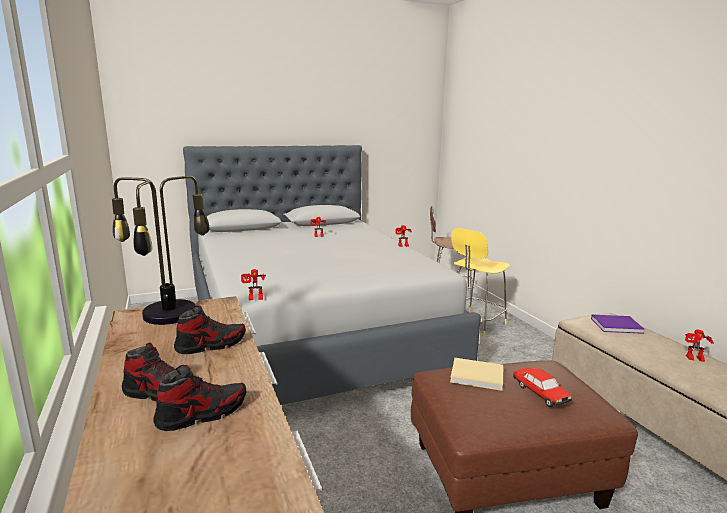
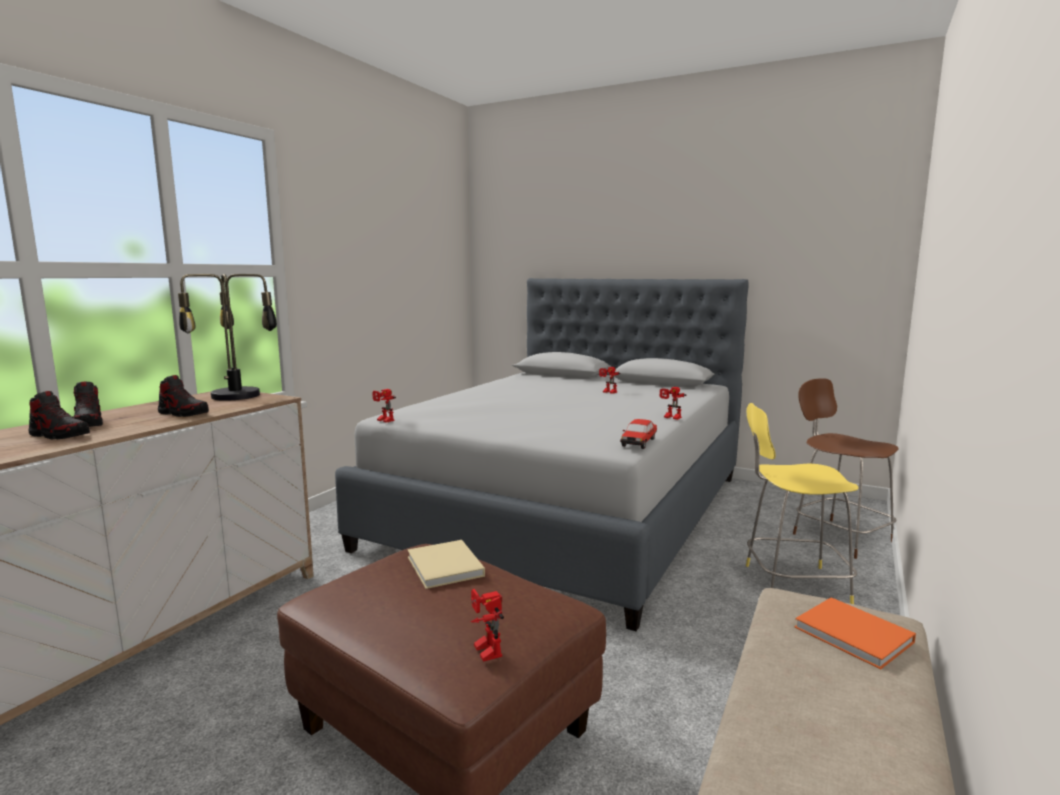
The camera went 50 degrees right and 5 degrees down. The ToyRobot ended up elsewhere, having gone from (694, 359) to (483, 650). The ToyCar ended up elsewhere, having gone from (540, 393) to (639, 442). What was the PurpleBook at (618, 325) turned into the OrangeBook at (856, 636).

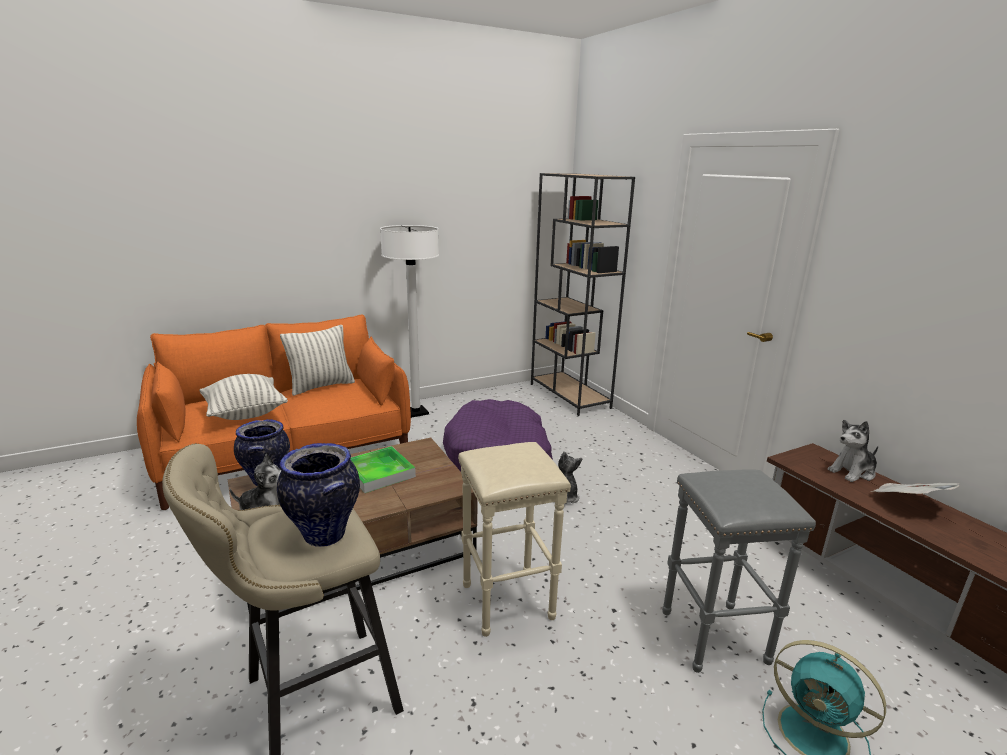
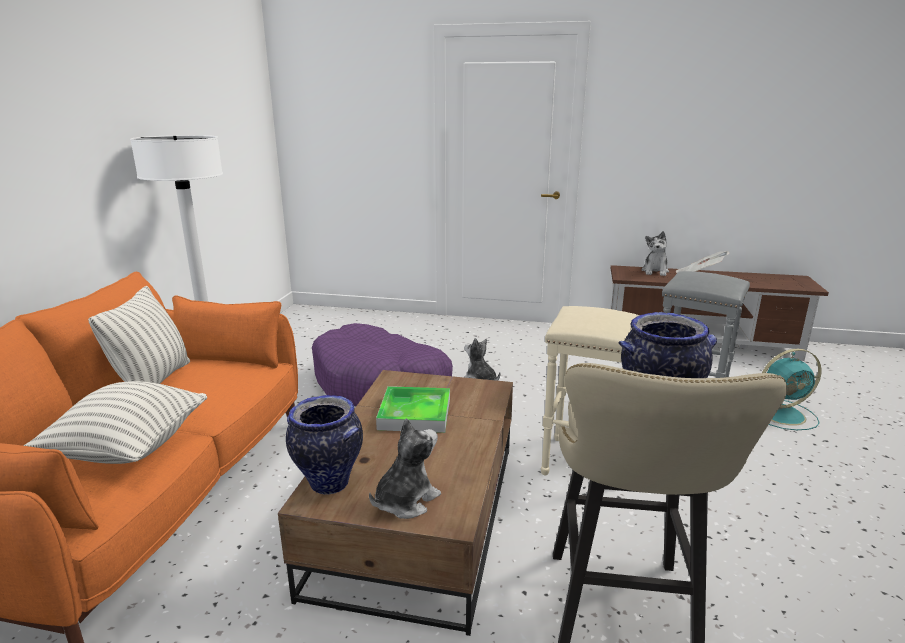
The camera went 50 degrees left and 0 degrees up. The second view lost the Bookcase at (570, 396).

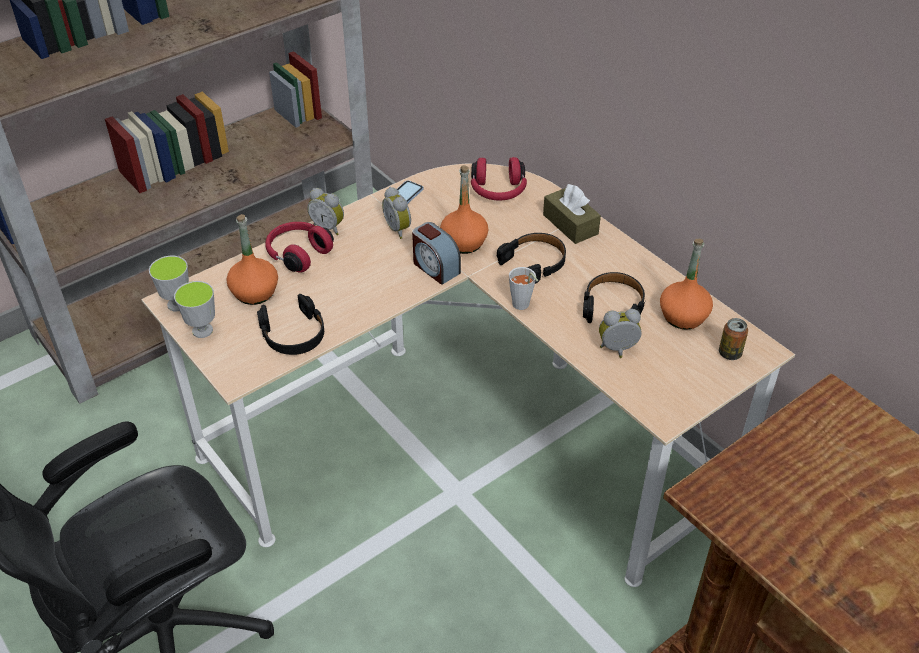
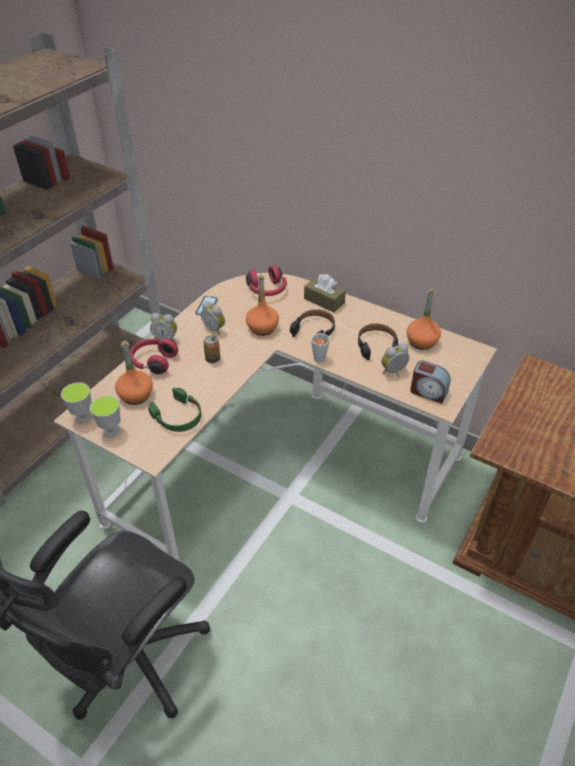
The camera went 20 degrees left and 0 degrees up. What was the BlackHeadphones at (293, 334) turned into the GreenHeadphones at (178, 416). The Can ended up elsewhere, having gone from (729, 353) to (212, 359). The AlarmClock ended up elsewhere, having gone from (435, 267) to (428, 392).

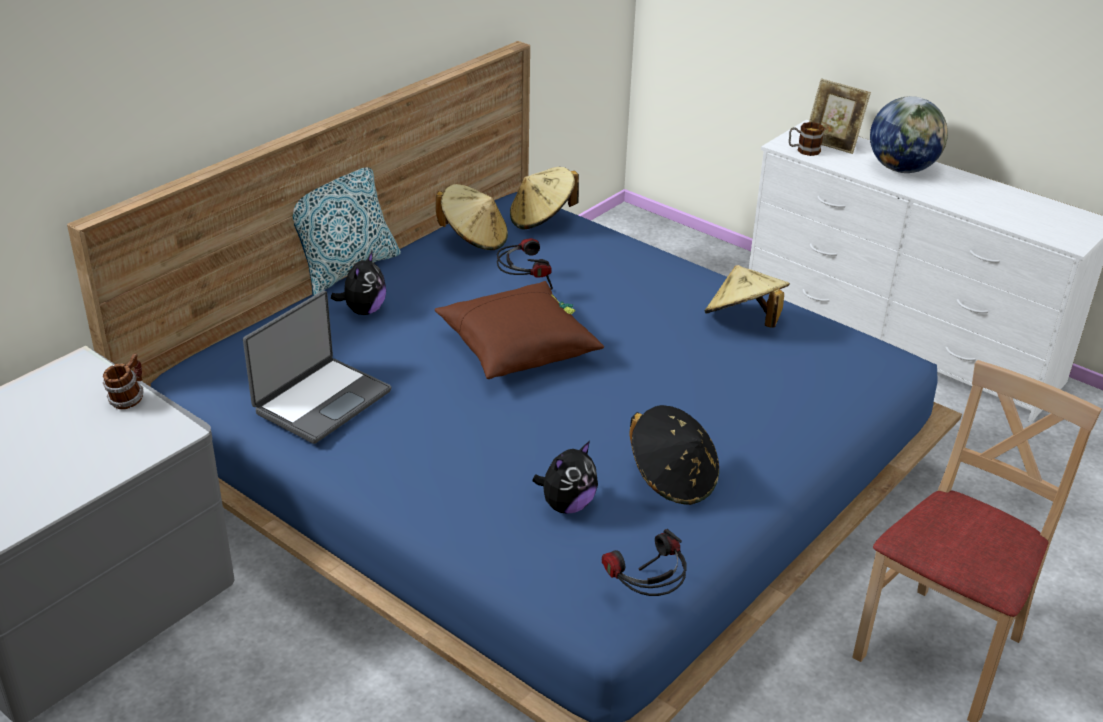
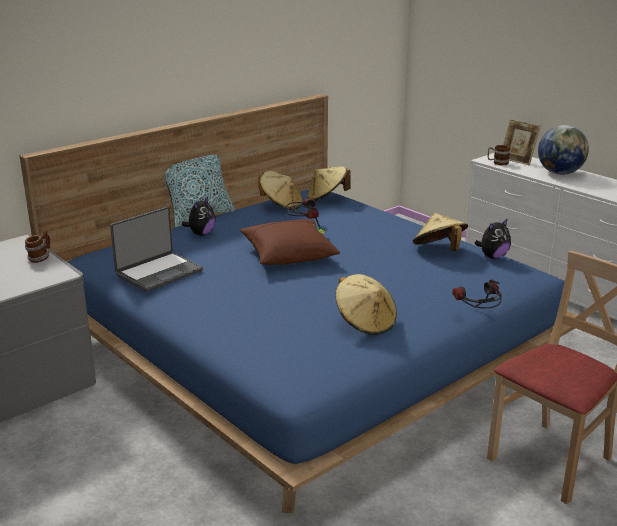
The camera went 10 degrees right and 10 degrees down. What was the BlackHat at (672, 480) turned into the BeigeHat at (365, 323). The Headphones ended up elsewhere, having gone from (646, 596) to (477, 317). The PlushToy ended up elsewhere, having gone from (567, 505) to (493, 256).

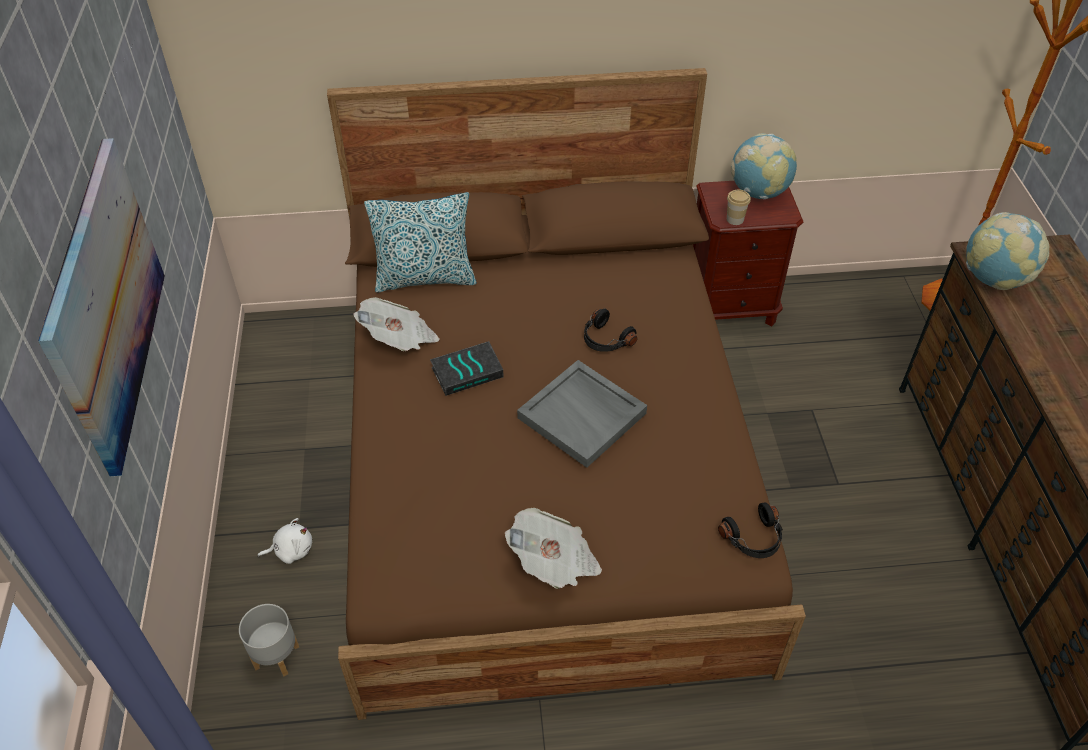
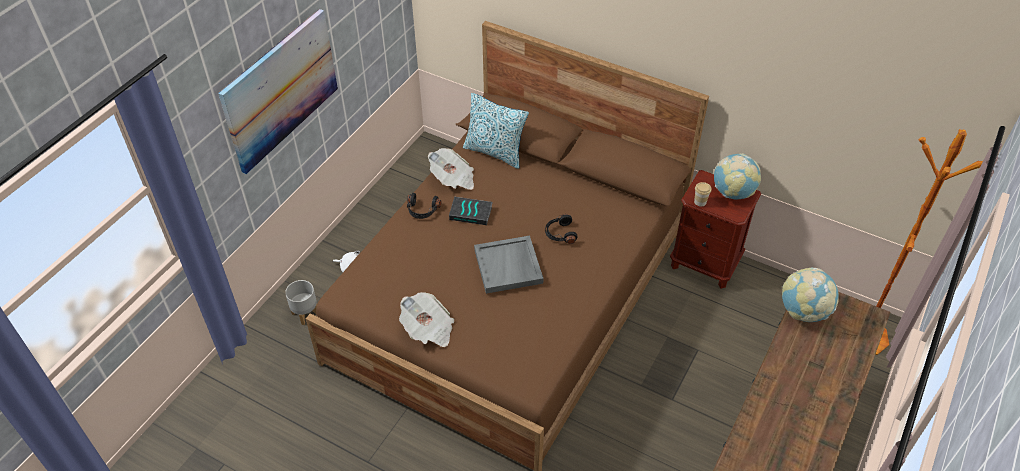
The camera went 35 degrees right and 0 degrees up. The BlackHeadphones ended up elsewhere, having gone from (754, 539) to (422, 211).

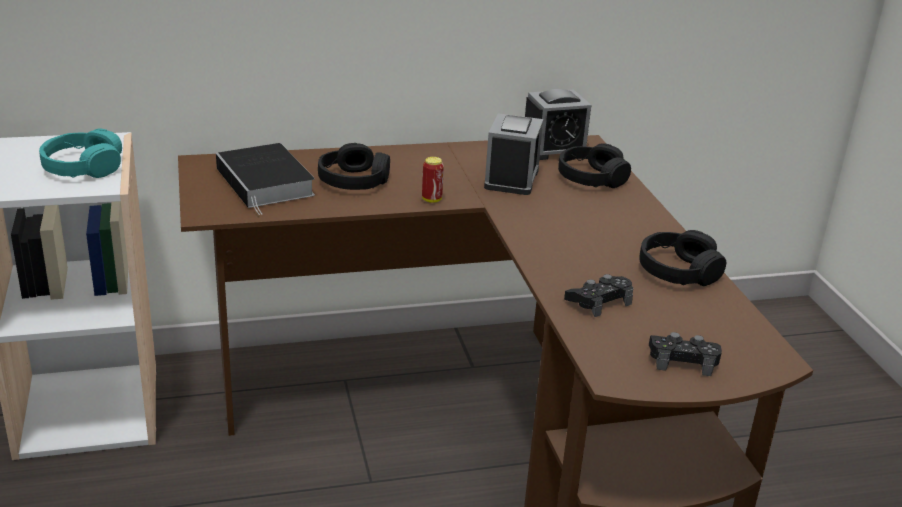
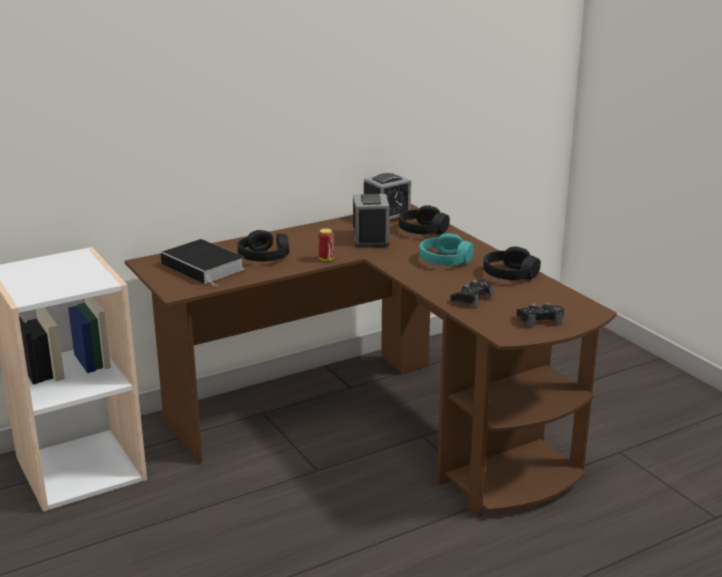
The camera went 15 degrees left and 5 degrees down. The TurquoiseHeadphones ended up elsewhere, having gone from (82, 167) to (445, 260).

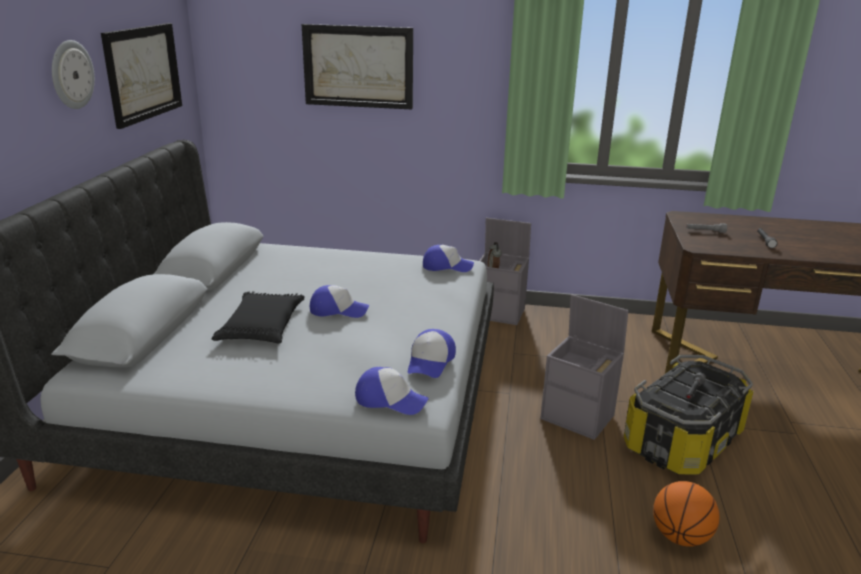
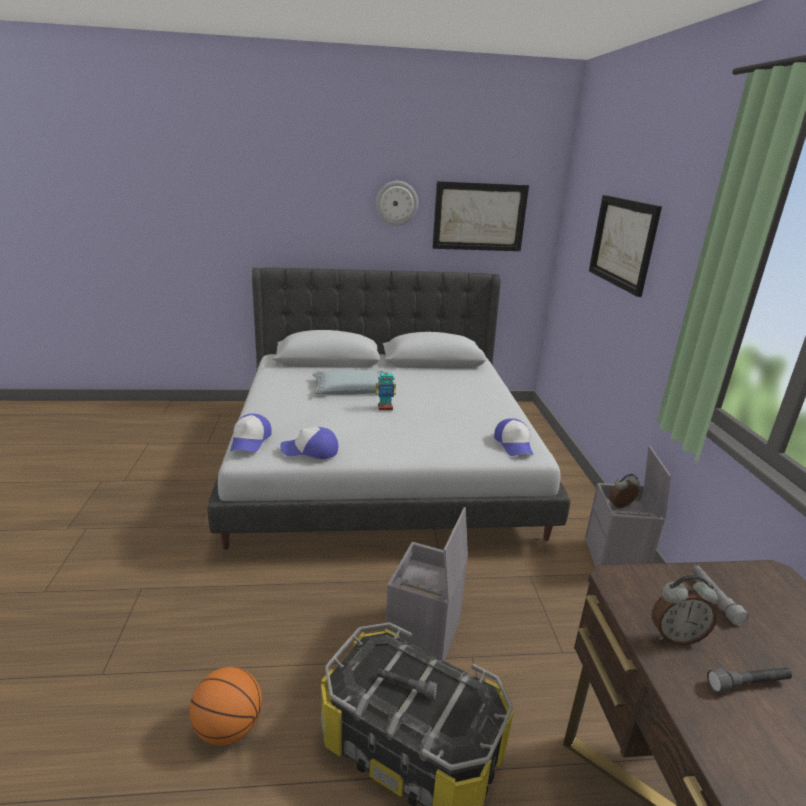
The camera went 75 degrees right and 0 degrees up. What was the BlackPillow at (262, 324) turned into the BluePillow at (351, 388). Where the Cap stood at (338, 310), the ToyRobot came to stand at (385, 408). The second view gained the AlarmClock at (675, 636).

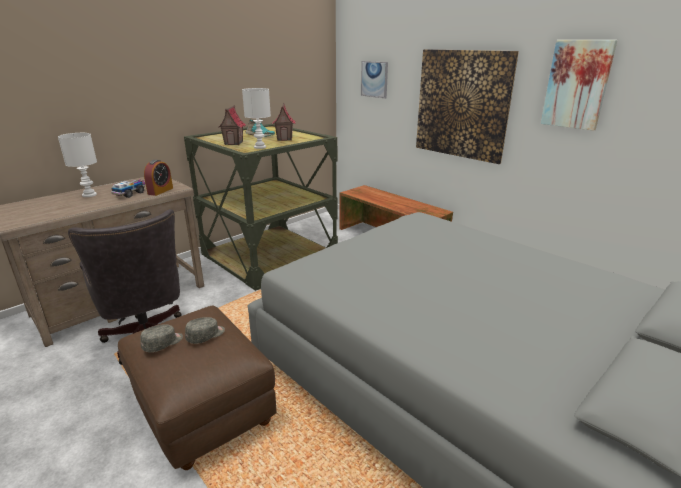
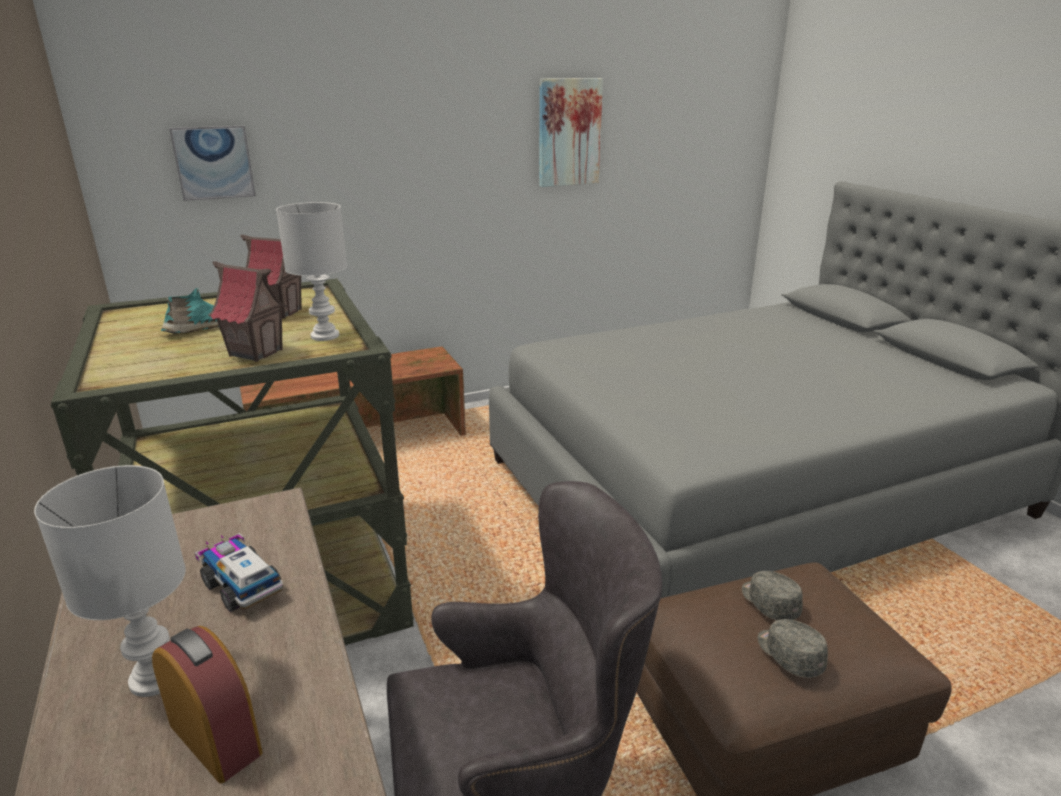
The camera went 70 degrees left and 0 degrees up. The AlarmClock ended up elsewhere, having gone from (160, 191) to (215, 738). The second view lost the Picture at (462, 105).

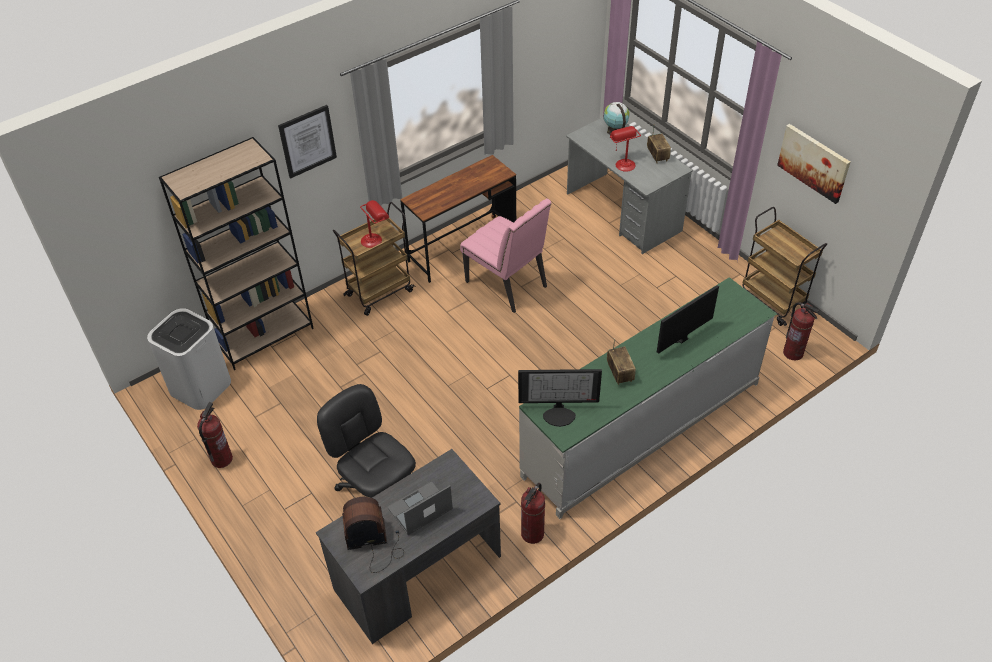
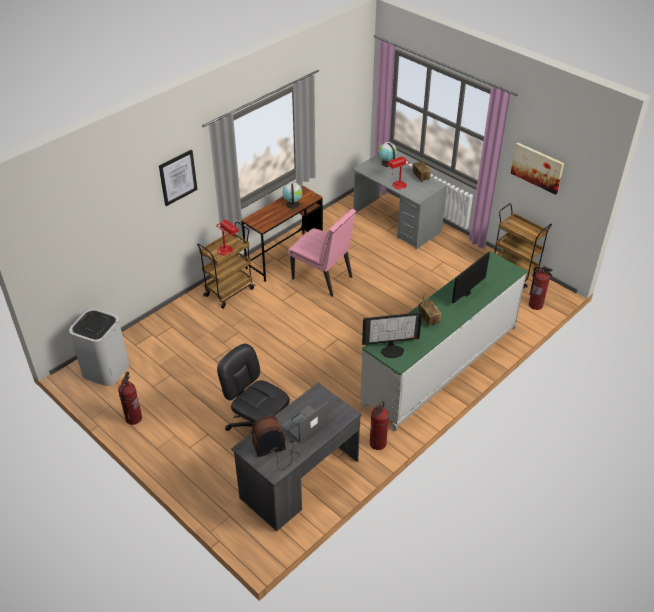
The camera went 10 degrees left and 5 degrees down. The second view gained the Globe at (292, 204). The second view lost the BeigeBookcase at (265, 336).

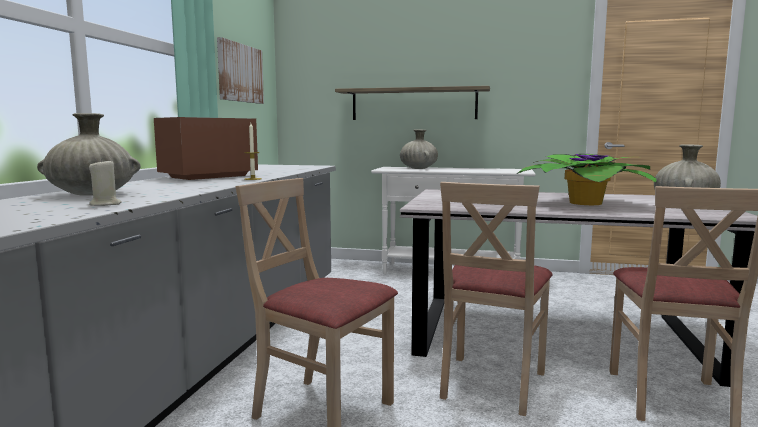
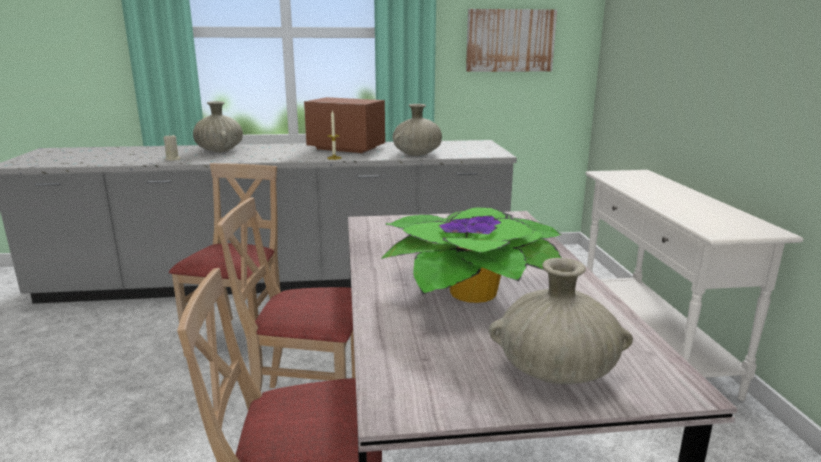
The camera went 70 degrees right and 10 degrees up. The BeigeVase ended up elsewhere, having gone from (418, 168) to (417, 154). The second view lost the Shelf at (413, 104).

